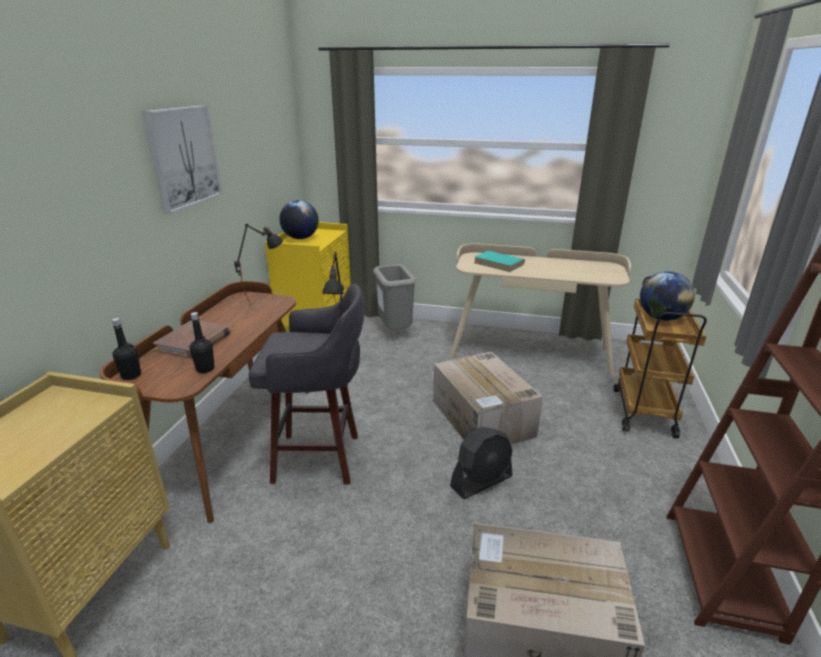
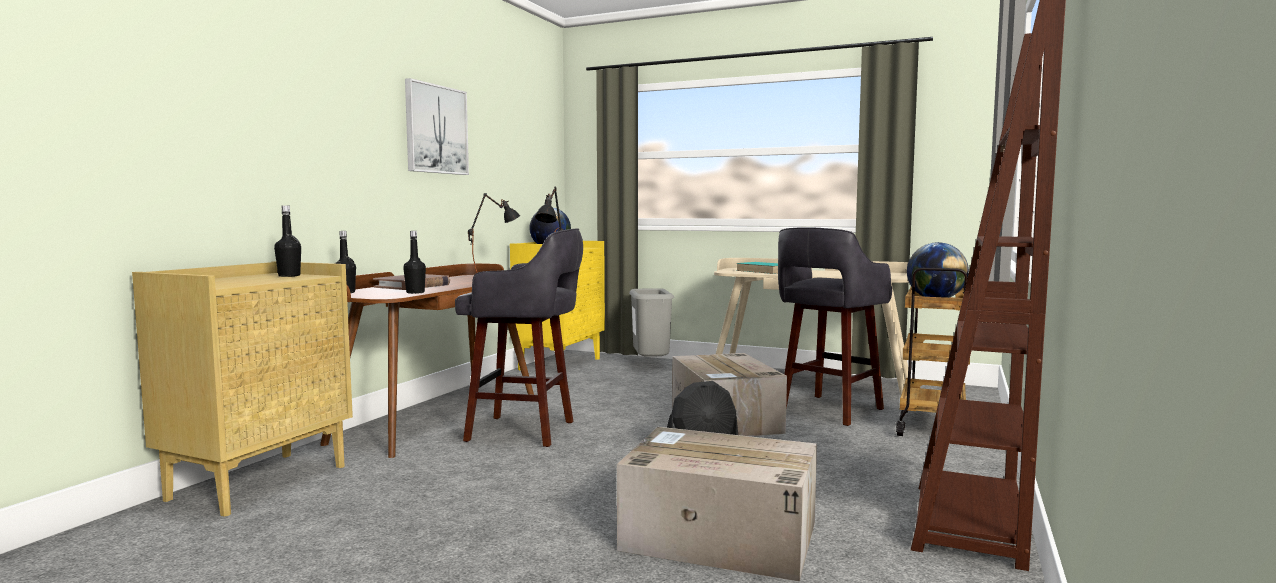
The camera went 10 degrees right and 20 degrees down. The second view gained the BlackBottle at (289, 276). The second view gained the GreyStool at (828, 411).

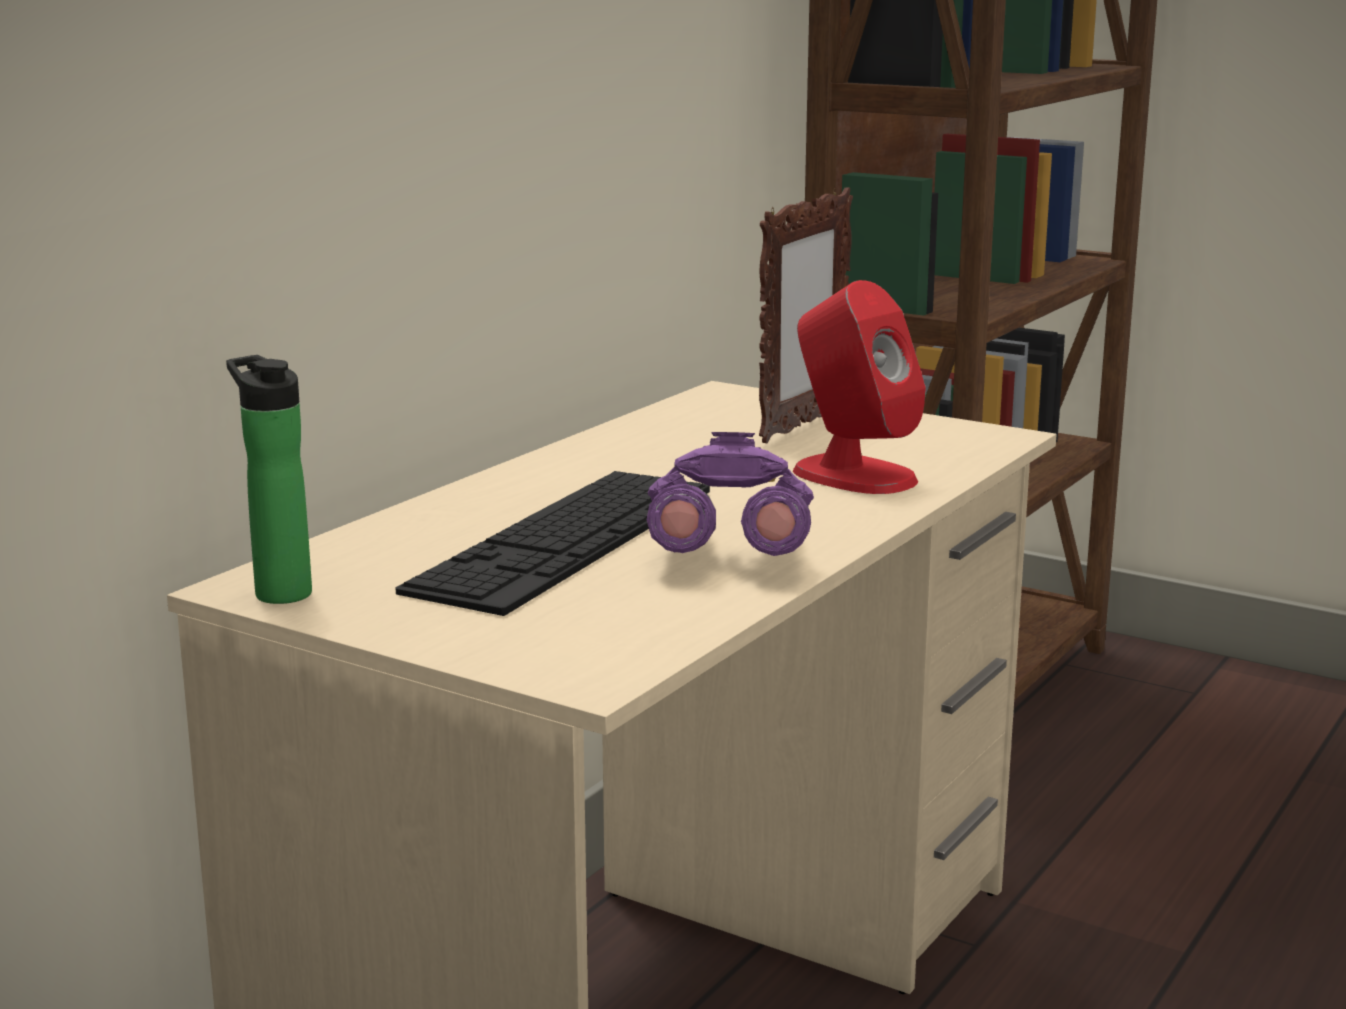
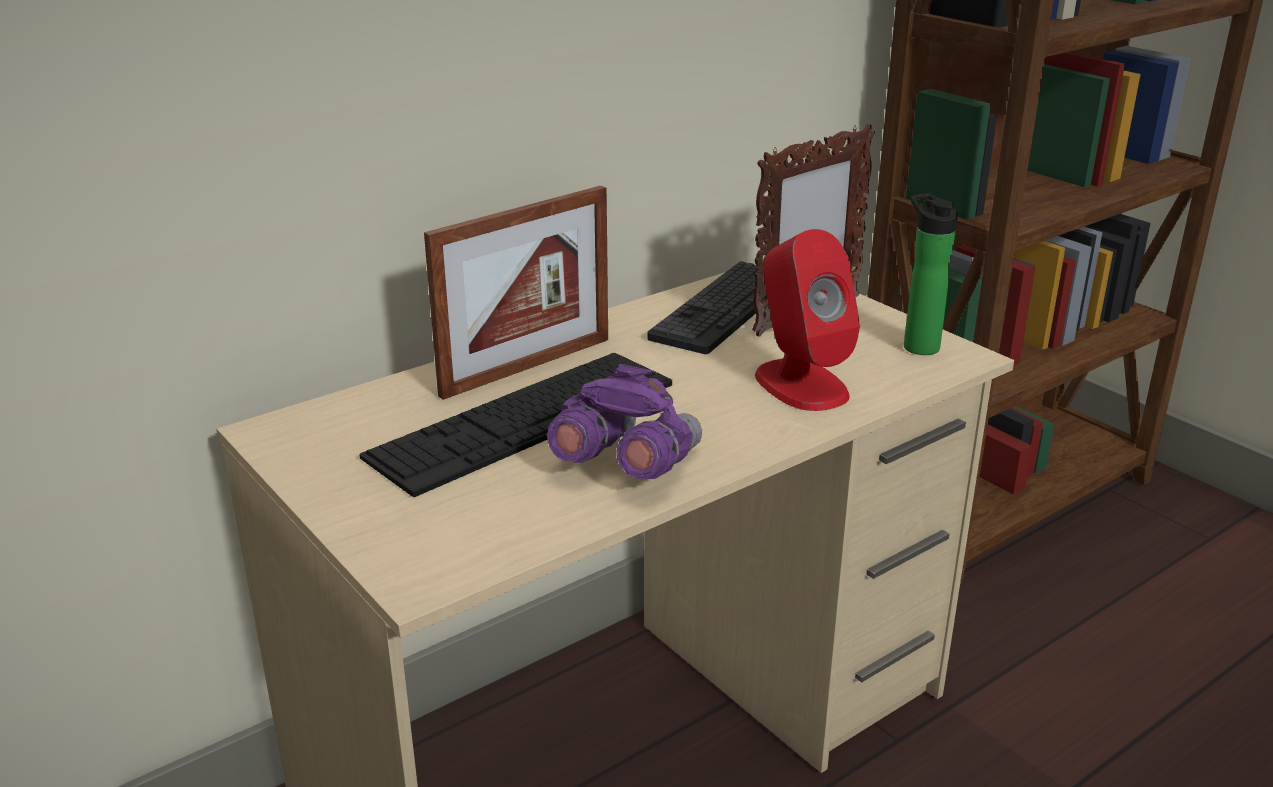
The camera went 20 degrees right and 10 degrees up. The second view gained the PictureFrame at (527, 367). The second view gained the Keyboard at (723, 308). The Bottle ended up elsewhere, having gone from (279, 592) to (918, 345).

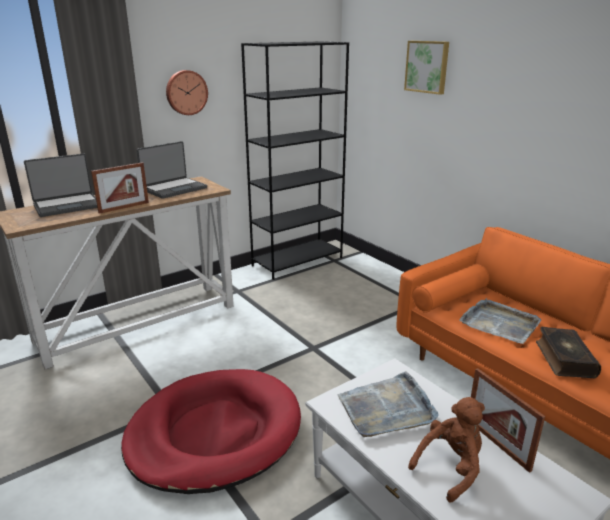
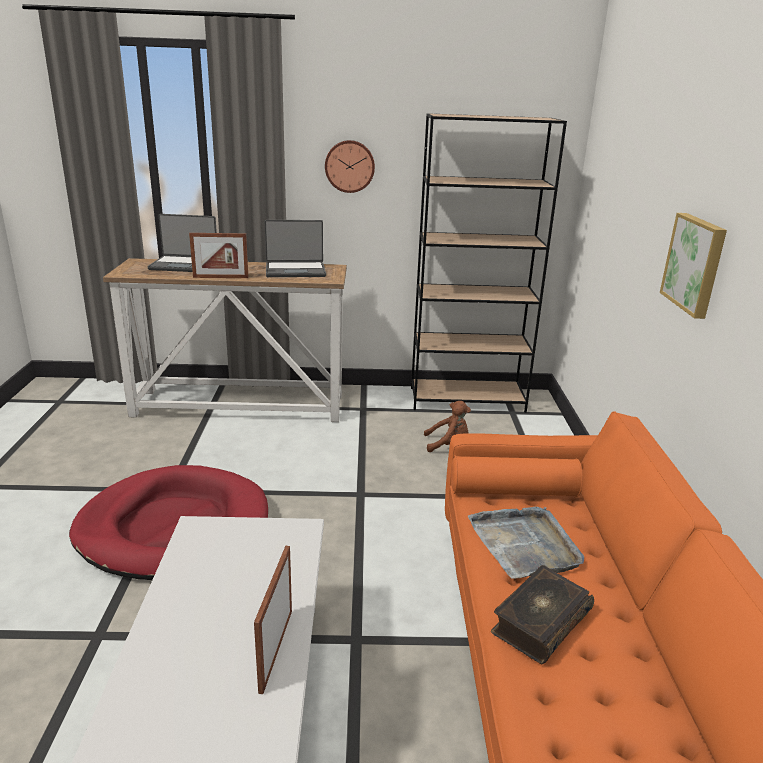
The camera went 35 degrees right and 0 degrees up. What was the BlackBookcase at (297, 261) turned into the BeigeBookcase at (467, 399). The BrownPlushToy ended up elsewhere, having gone from (450, 467) to (448, 444). The Picture ended up elsewhere, having gone from (427, 67) to (695, 264). The second view lost the GreyTray at (387, 408).

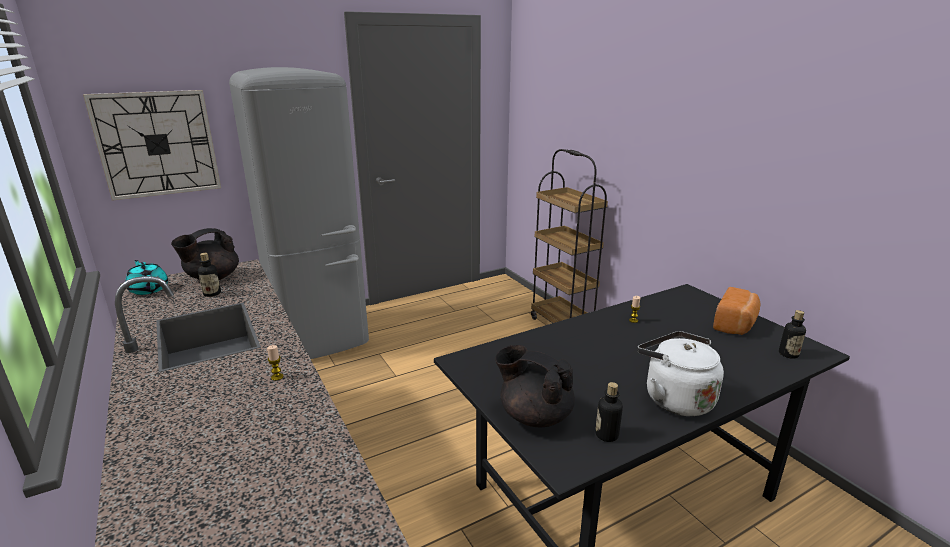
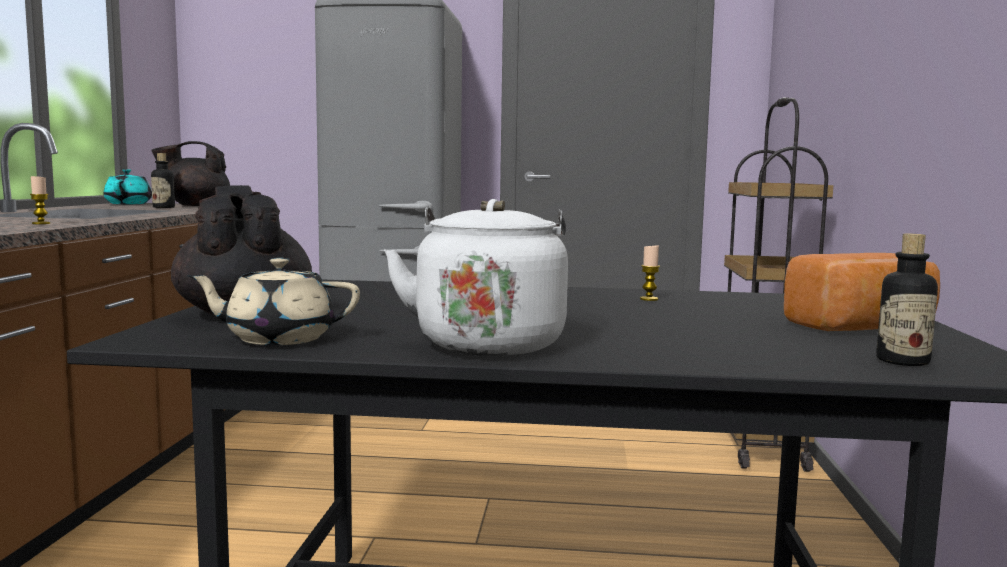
The camera went 35 degrees right and 15 degrees down. Where the Bottle stood at (606, 435), the BeigeTeapot came to stand at (278, 339). The second view lost the WallClock at (157, 144).

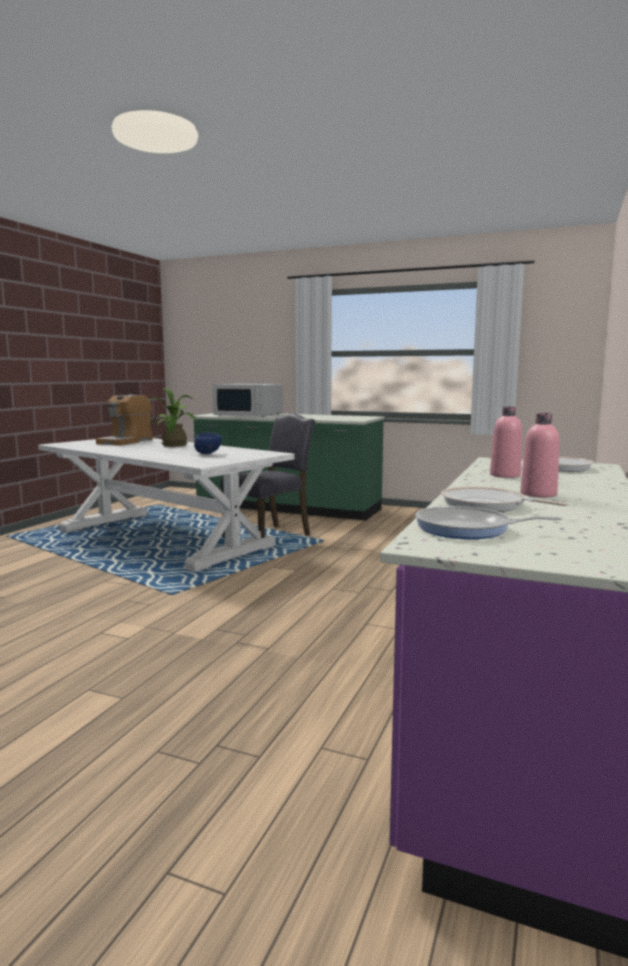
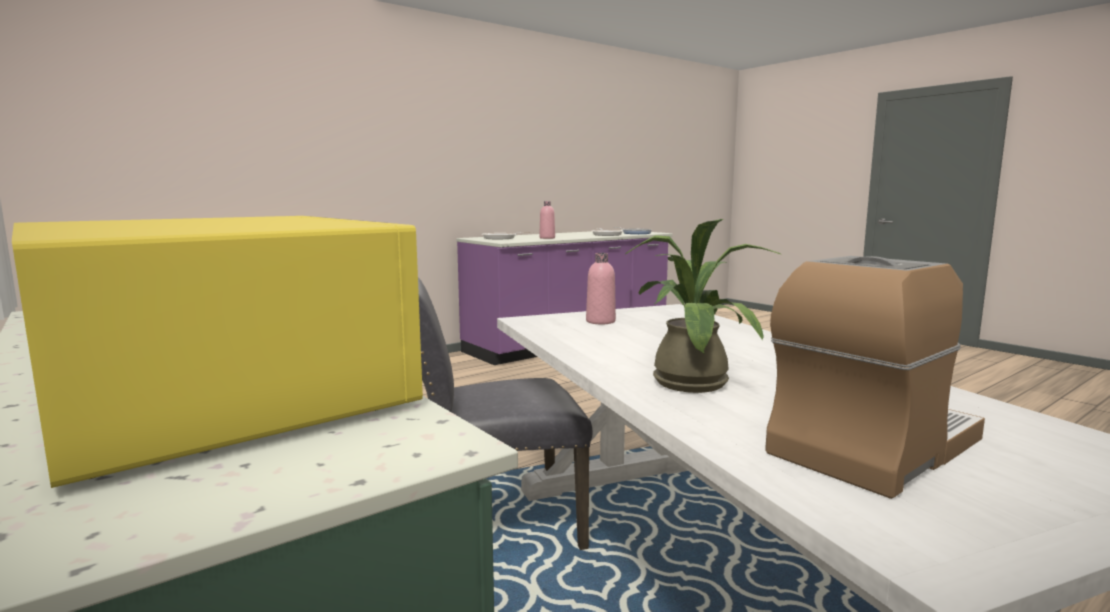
The camera went 150 degrees left and 0 degrees up. What was the WhiteMicrowave at (249, 415) turned into the YellowMicrowave at (224, 397). The PinkBottle ended up elsewhere, having gone from (538, 494) to (600, 321). The second view lost the BlueBowl at (208, 453).

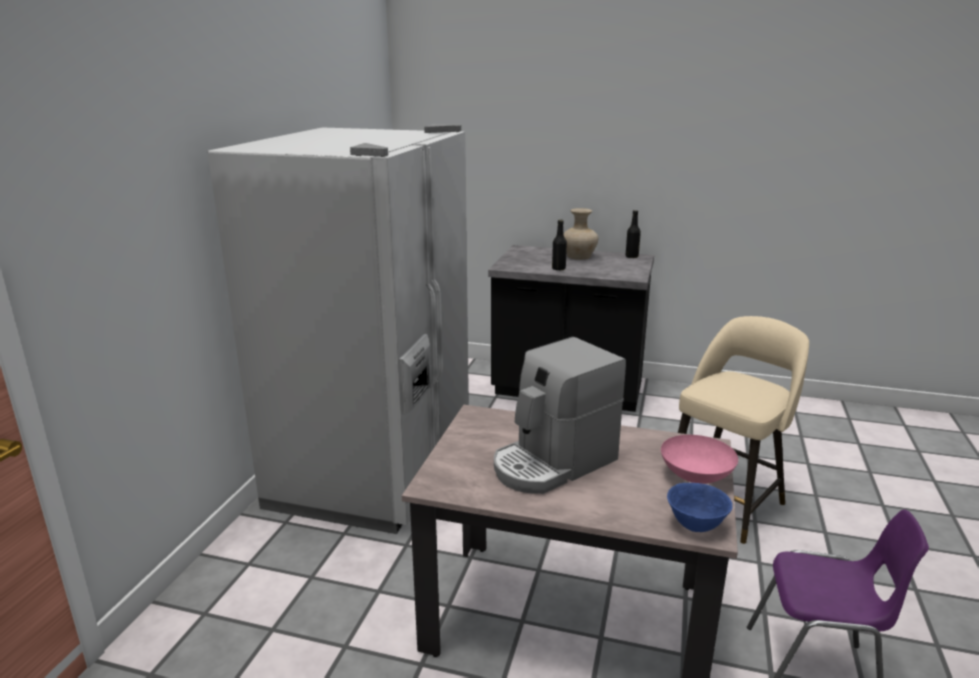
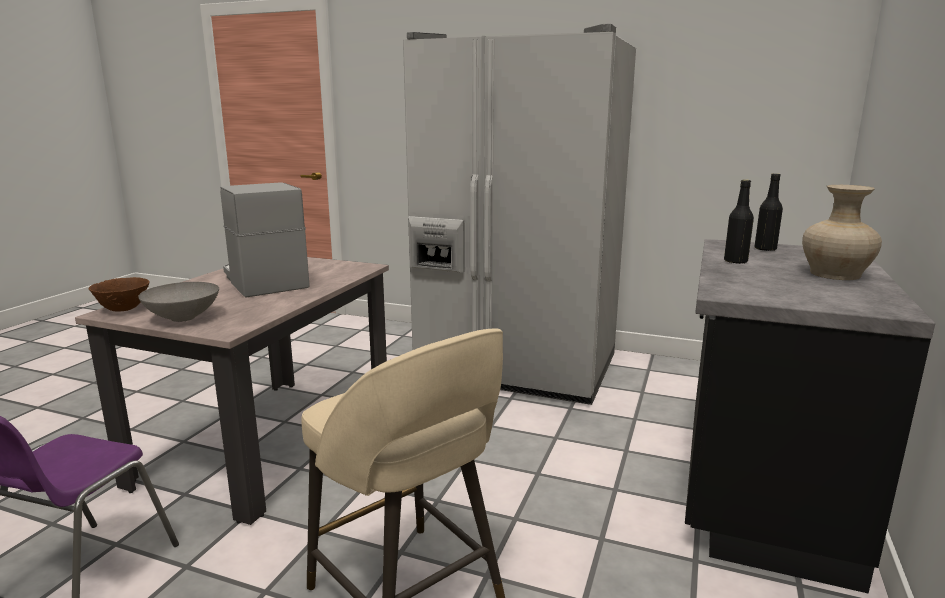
The camera went 95 degrees right and 5 degrees down. What was the BlueBowl at (695, 525) turned into the BrownBowl at (124, 309). What was the PinkBowl at (696, 477) turned into the GreyBowl at (183, 318). The BlackBottle ended up elsewhere, having gone from (631, 257) to (765, 249).

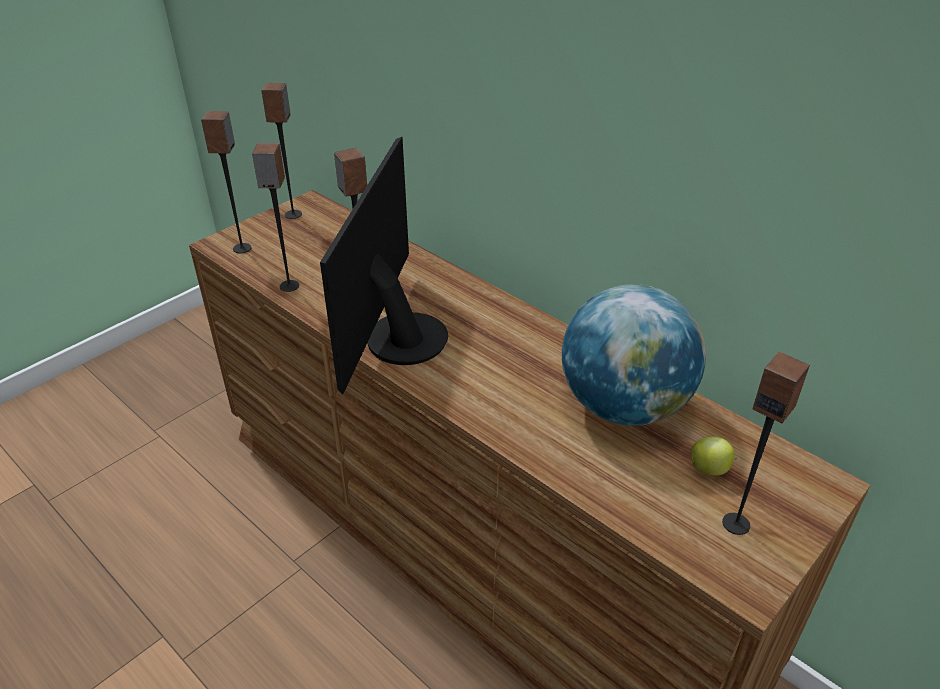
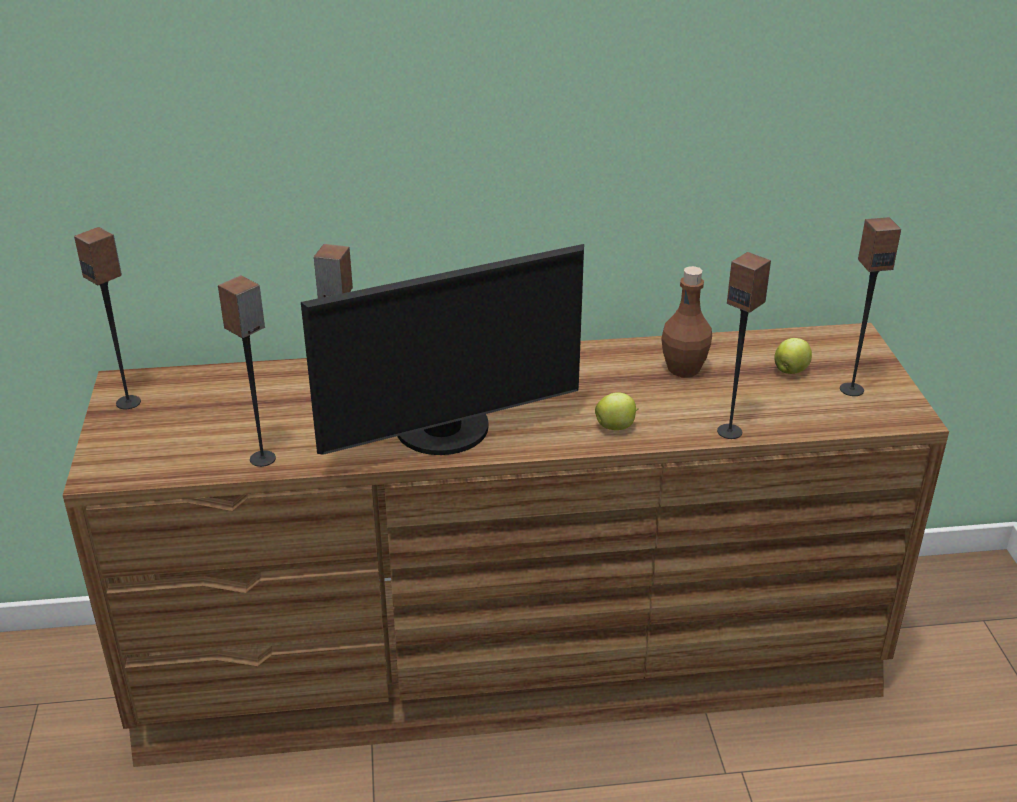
The camera went 50 degrees left and 5 degrees down. The Monitor at (397, 338) ended up facing another way, 75 degrees counterclockwise from before. The second view gained the Apple at (616, 427). Where the Globe stood at (624, 406), the BrownBottle came to stand at (683, 369). The Speaker ended up elsewhere, having gone from (242, 248) to (730, 431).

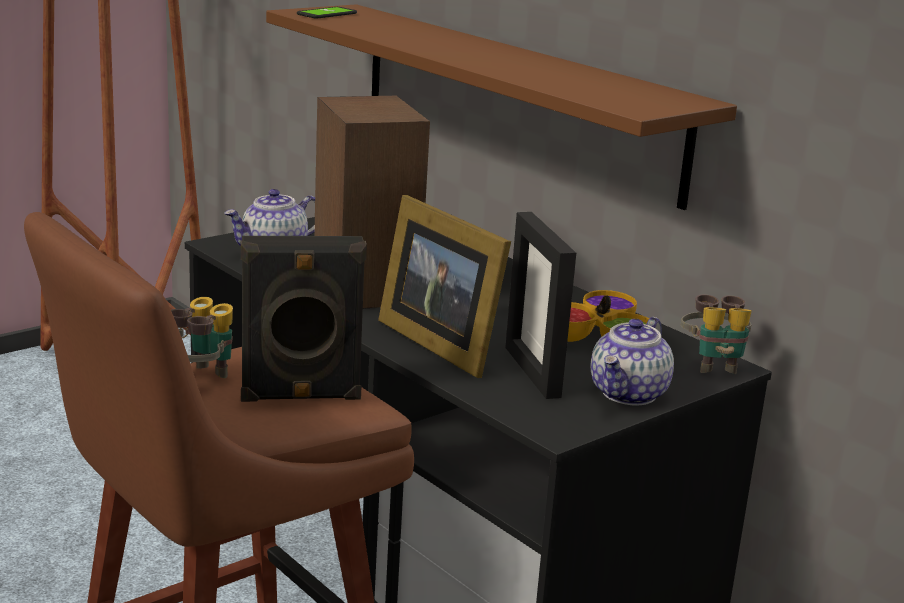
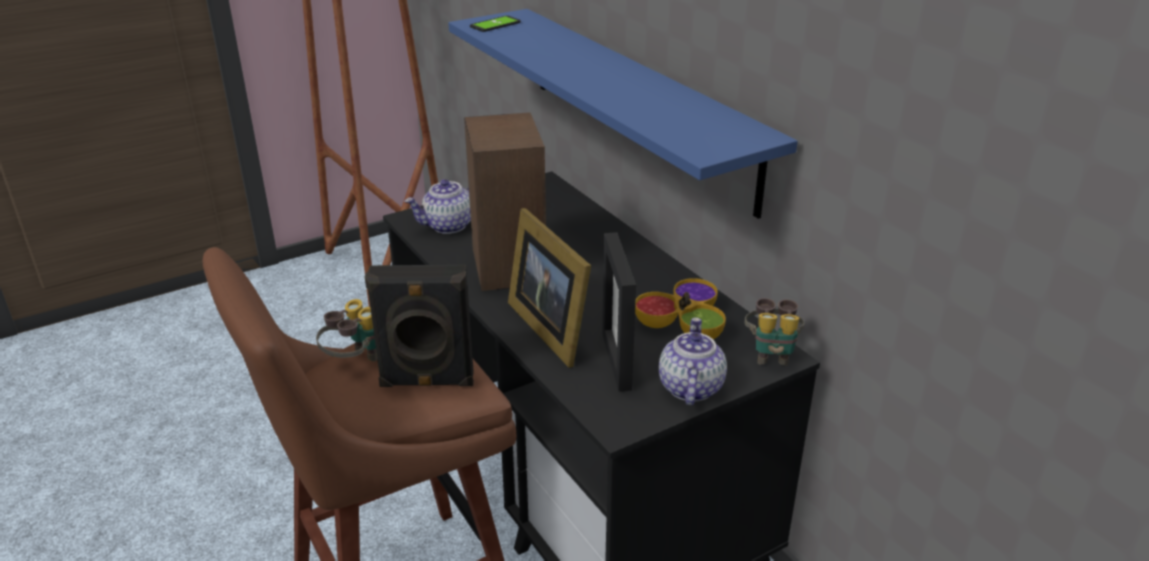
The camera went 10 degrees right and 10 degrees up. What was the BrownShelf at (514, 98) turned into the BlueShelf at (637, 104). The Teapot at (629, 394) ended up facing another way, 150 degrees clockwise from before.

